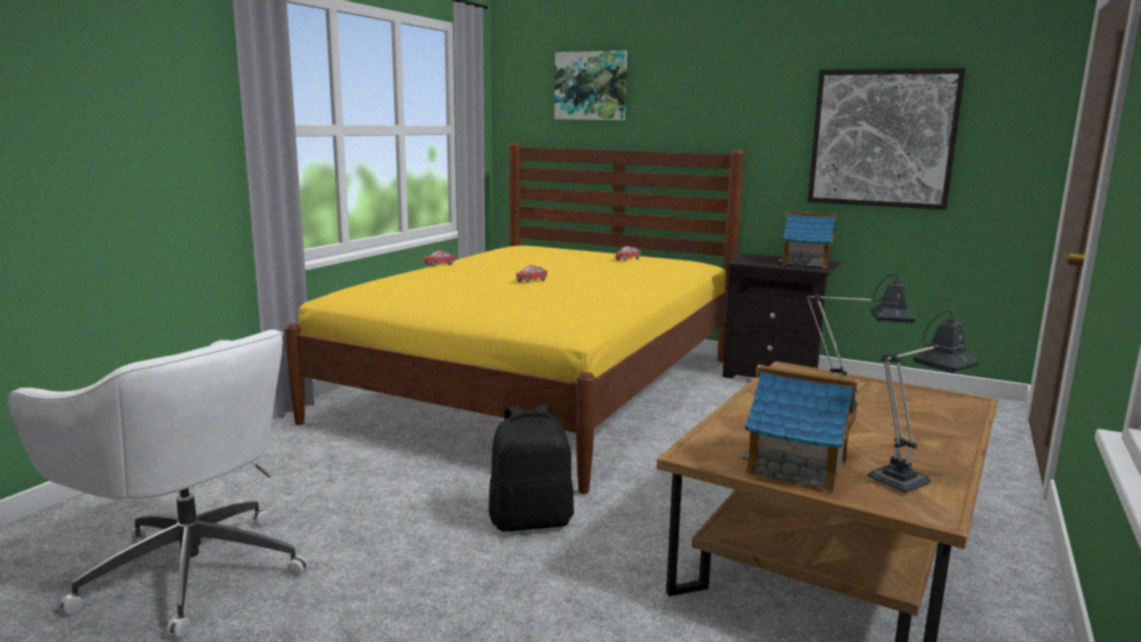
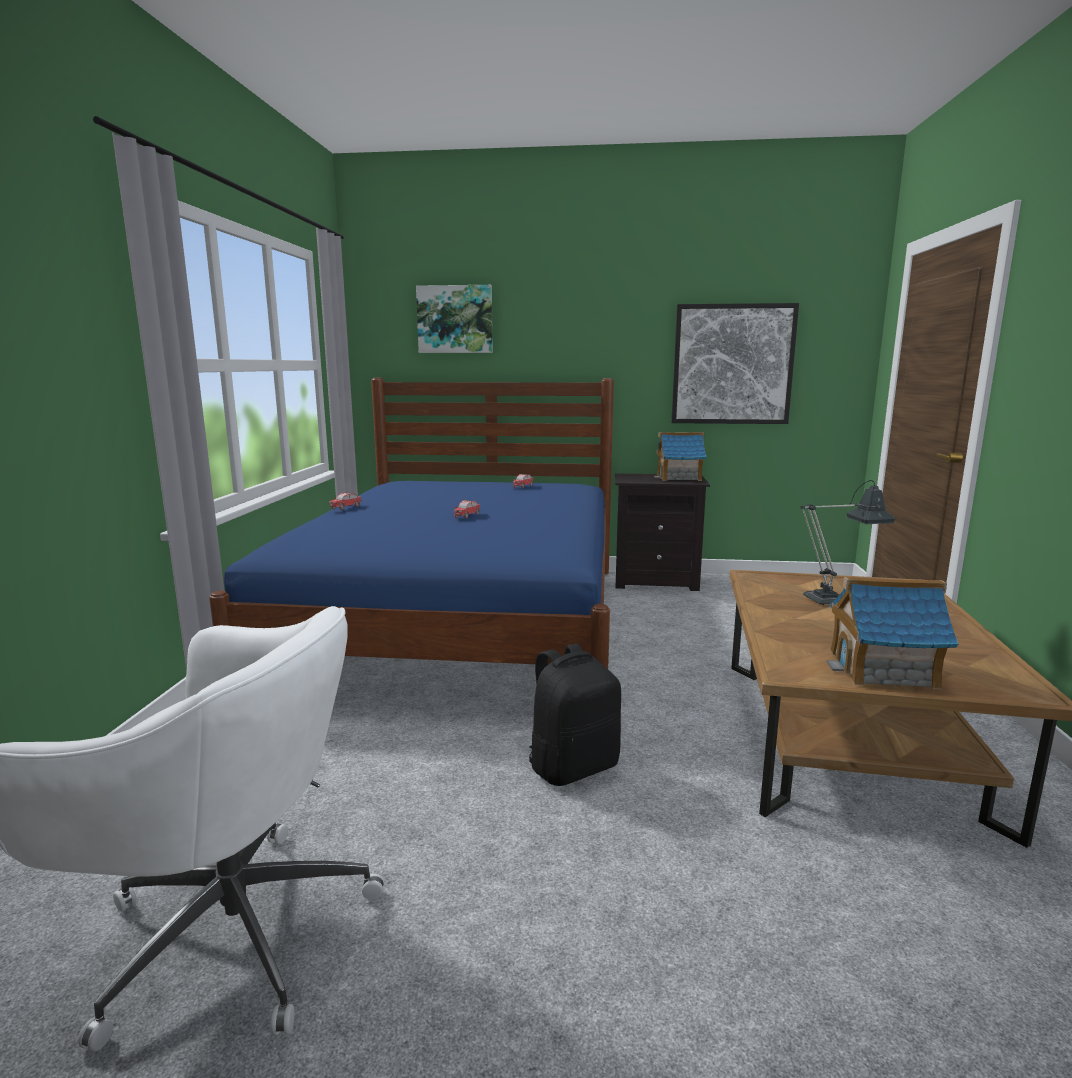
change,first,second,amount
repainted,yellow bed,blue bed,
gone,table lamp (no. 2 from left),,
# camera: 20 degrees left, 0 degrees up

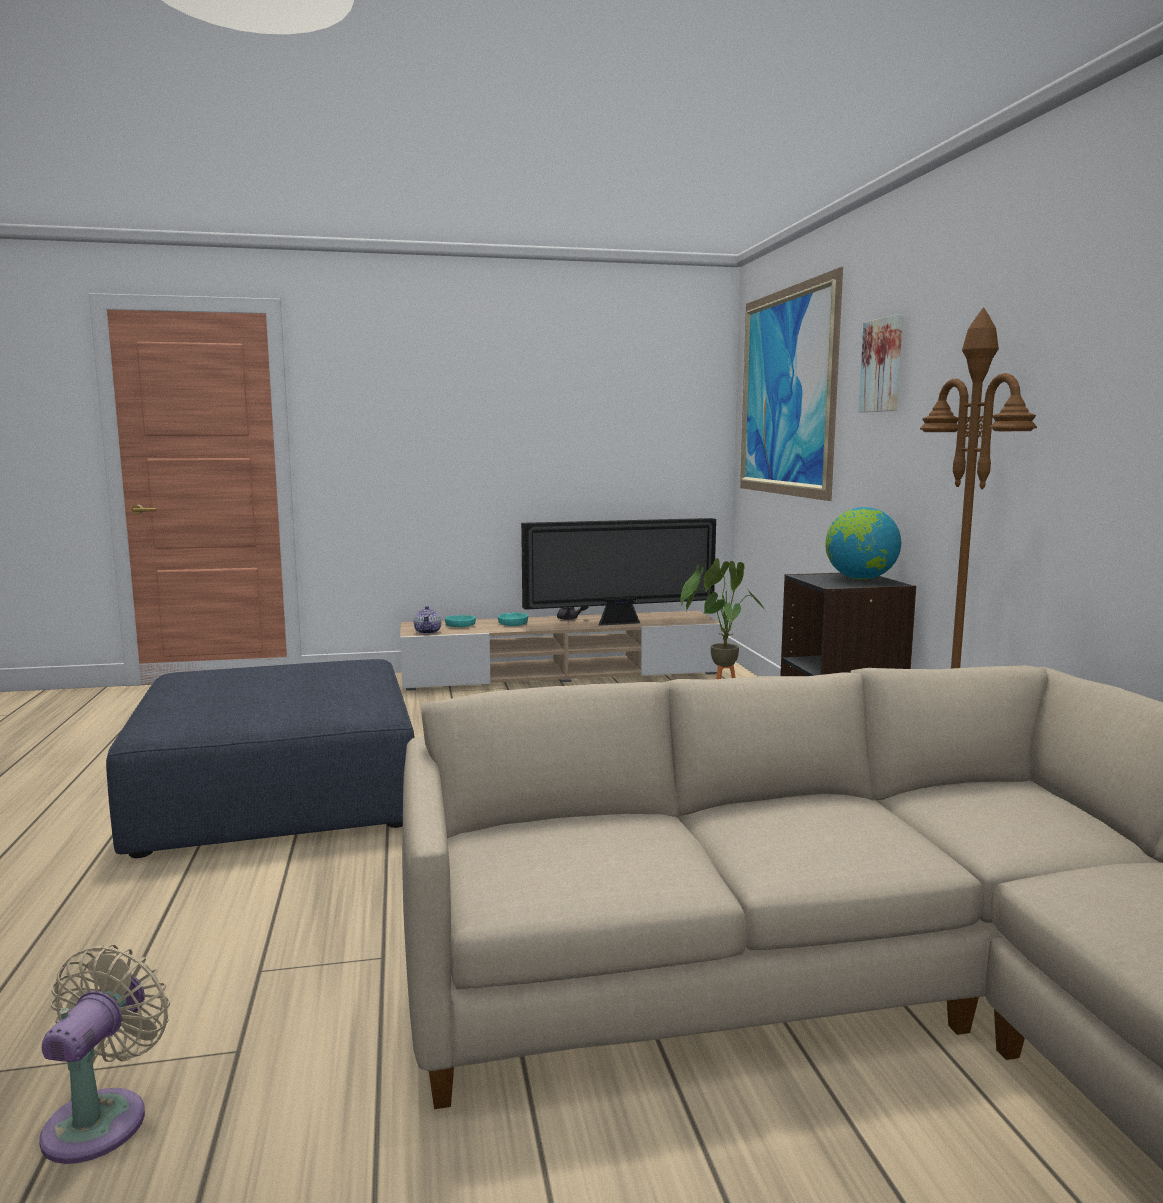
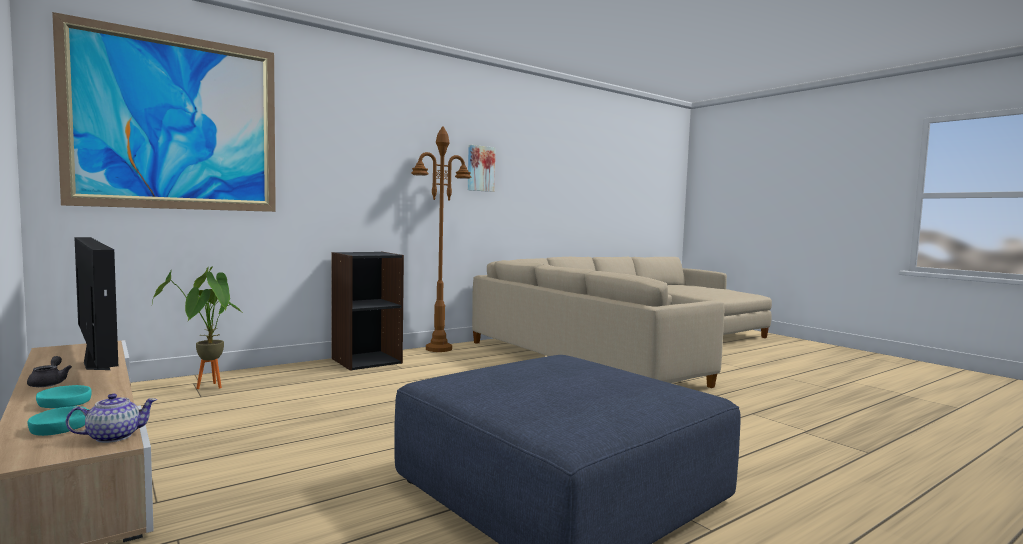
change,first,second,amount
shifted,picture (no. 2 from left),,
gone,beige fan,,
gone,globe,,
# camera: 115 degrees left, 5 degrees down

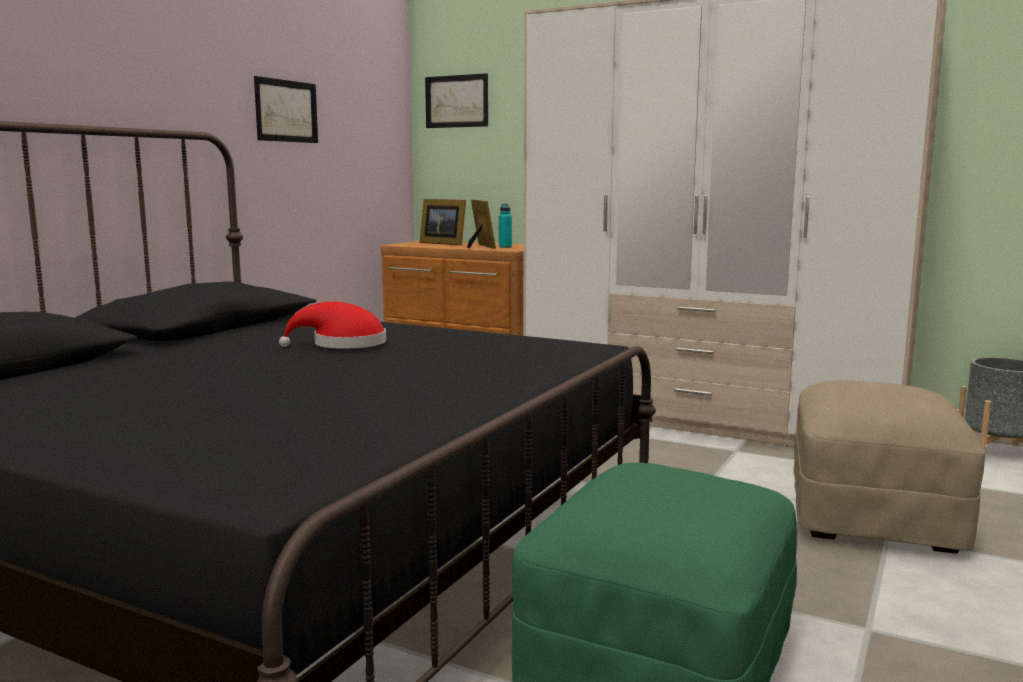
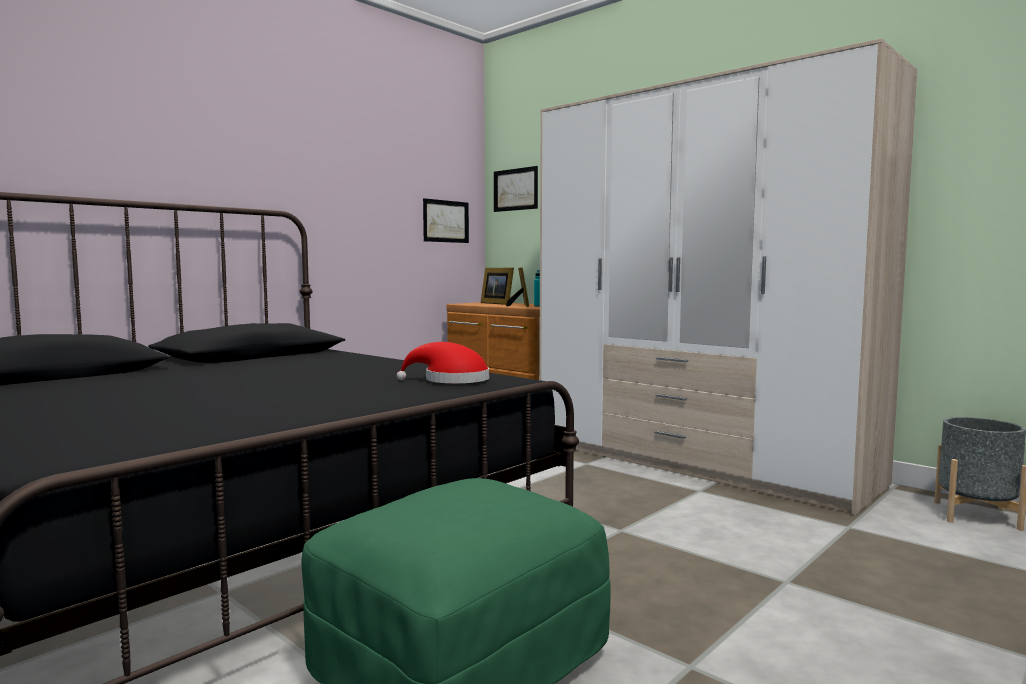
change,first,second,amount
shifted,red hat,,
shifted,picture (no. 1 from left),,
gone,beige ottoman,,
# camera: 15 degrees right, 5 degrees down

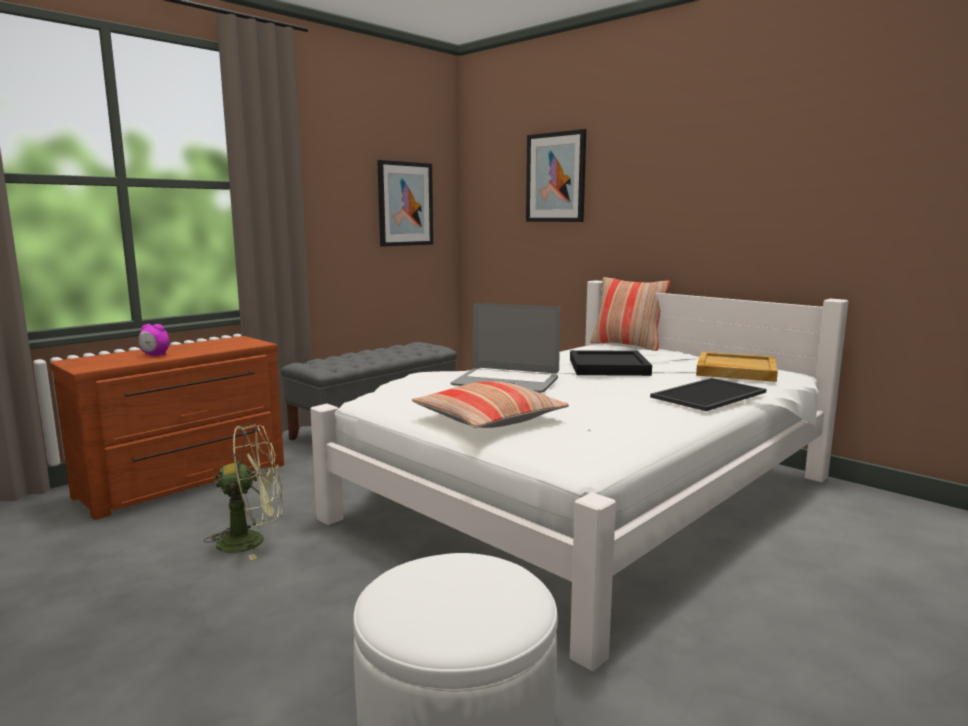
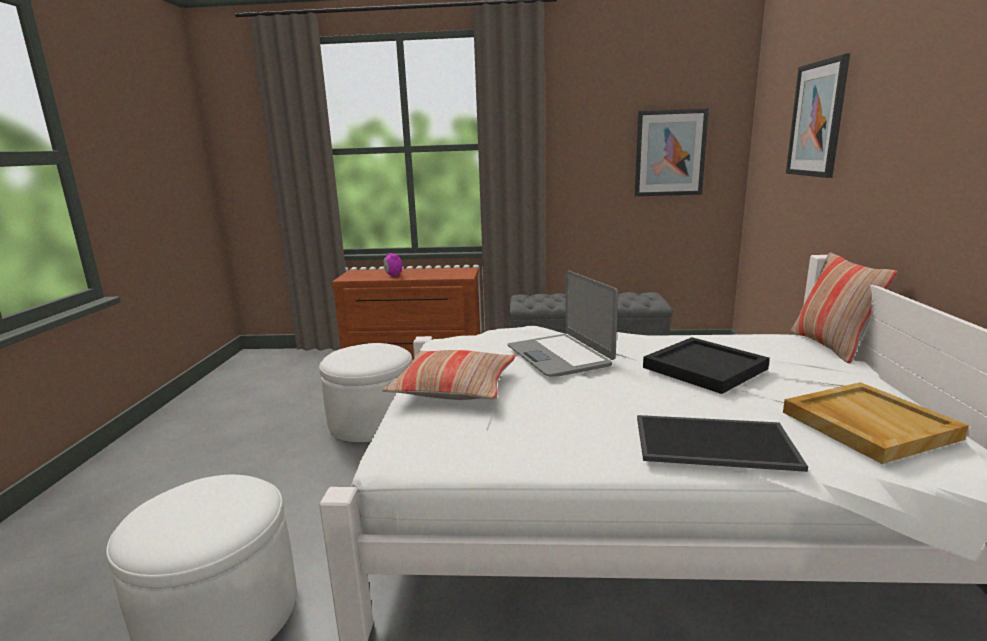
change,first,second,amount
swapped,green fan,white ottoman (no. 2 from left),
# camera: 50 degrees right, 5 degrees up

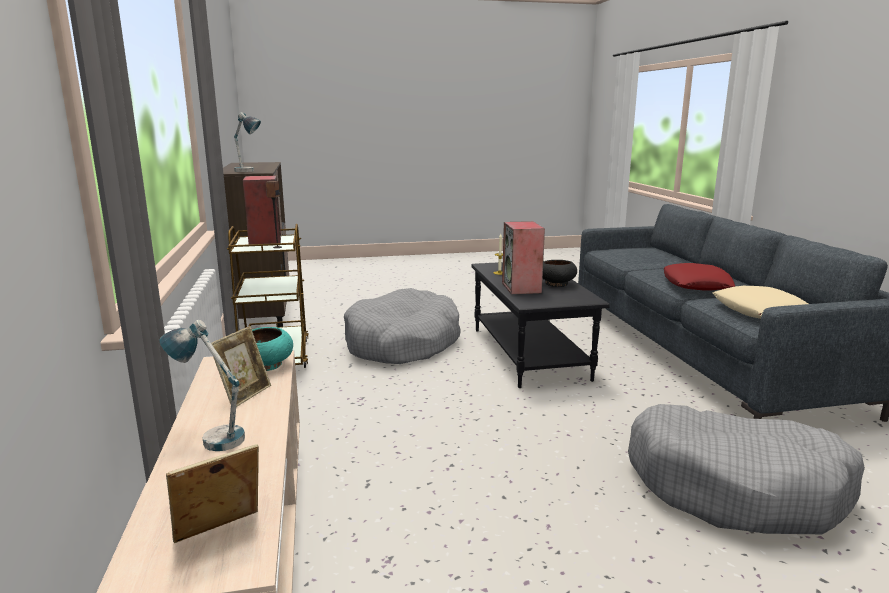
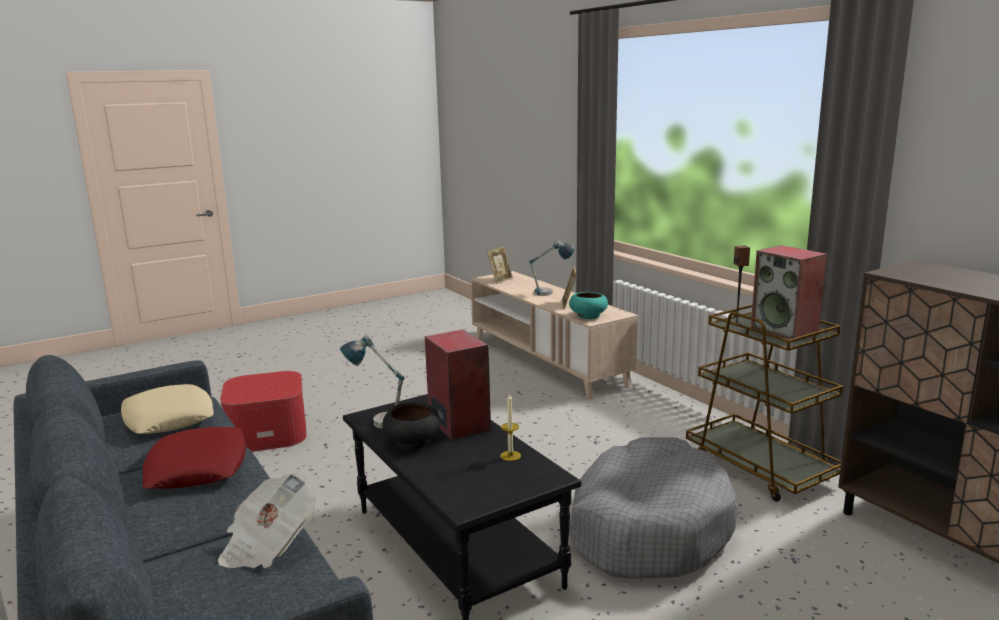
change,first,second,amount
new,,newspaper,
swapped,grey dog bed (no. 2 from left),ottoman,
shifted,table lamp (no. 2 from left in the first image),table lamp (no. 1 from left),
# camera: 160 degrees right, 0 degrees up

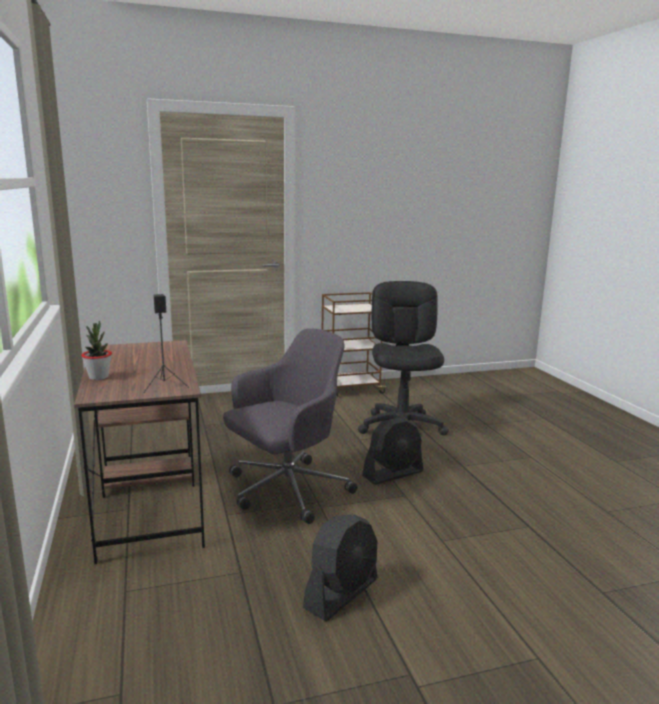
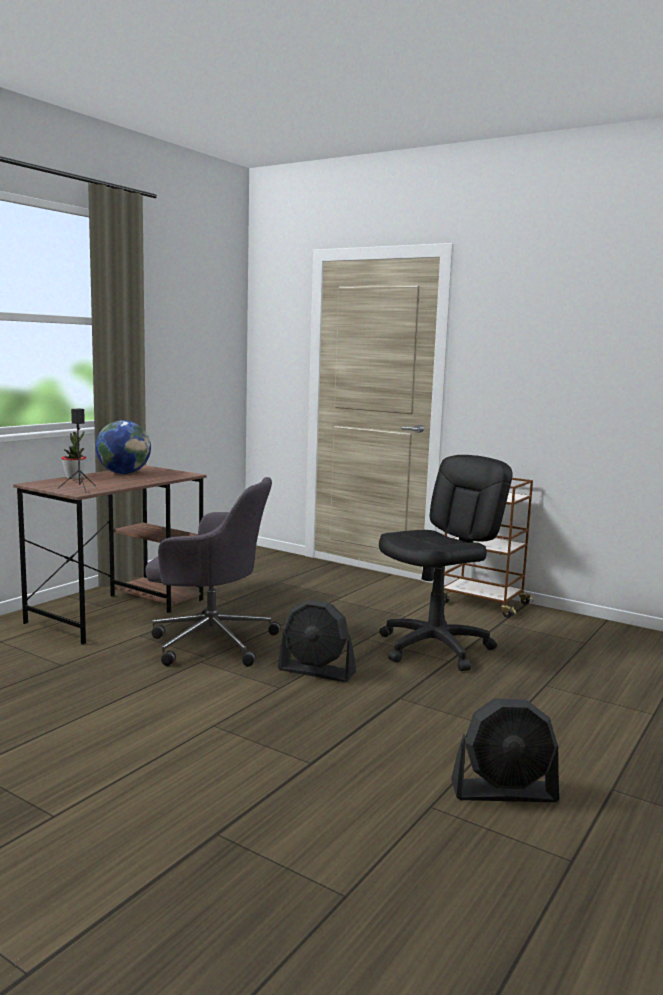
change,first,second,amount
new,,globe,
shifted,black fan (no. 1 from left in the first image),black fan (no. 2 from left),
# camera: 50 degrees right, 5 degrees down

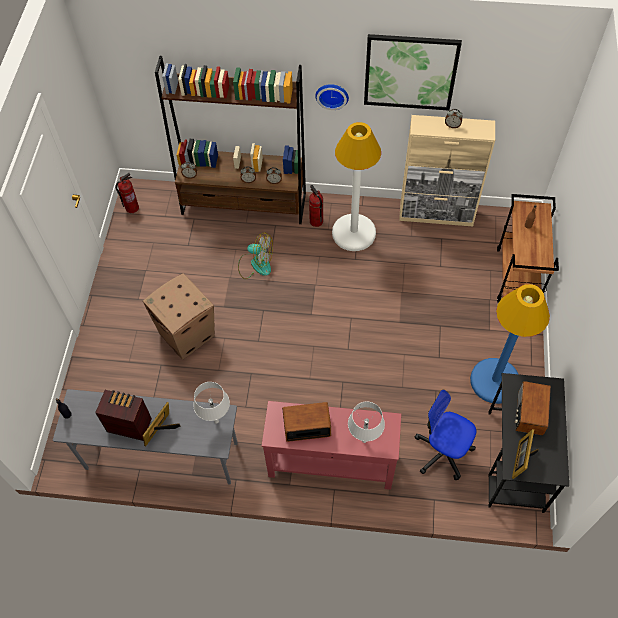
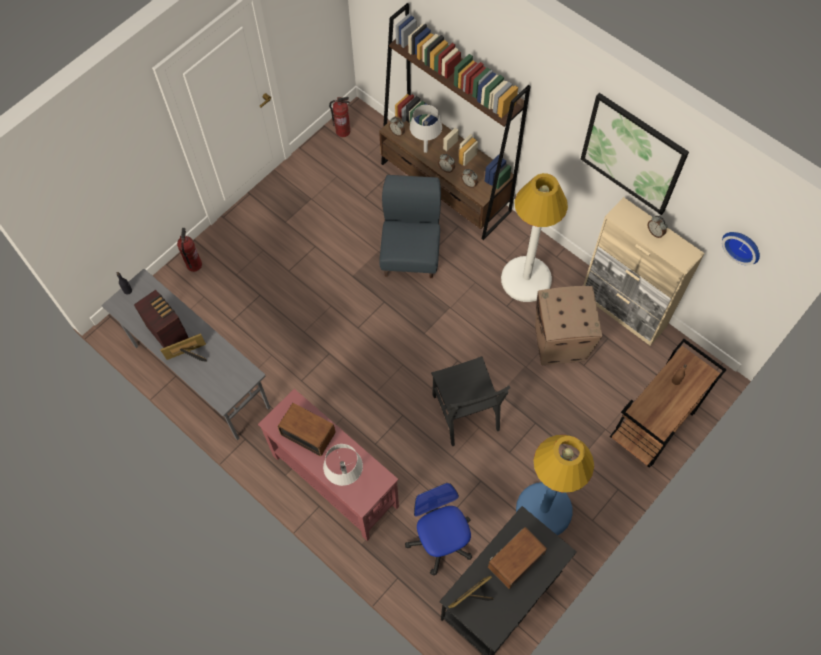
change,first,second,amount
shifted,fire extinguisher (no. 2 from left in the first image),fire extinguisher (no. 1 from left),
swapped,fan,blue chair,
shifted,grey table lamp (no. 1 from left in the first image),grey table lamp (no. 2 from left),
new,,black chair,
shifted,cardboard box,,
shifted,wall clock,,
# camera: 35 degrees right, 5 degrees up

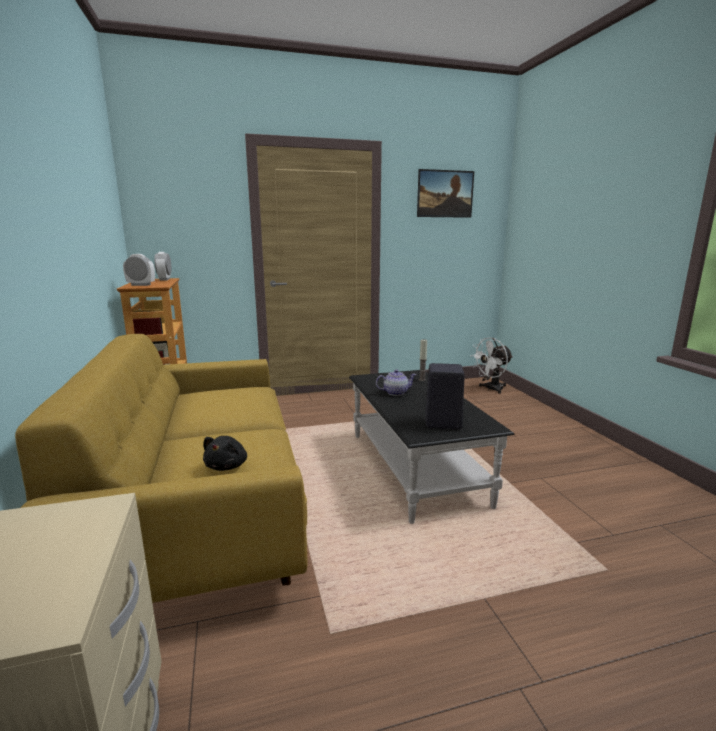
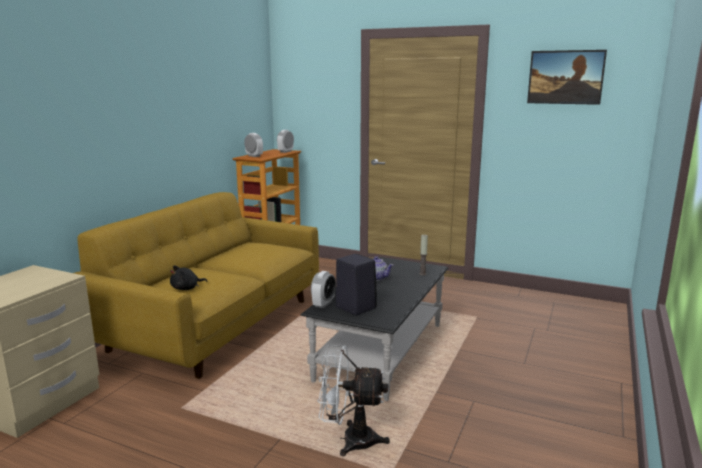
change,first,second,amount
new,,alarm clock (no. 3 from left),
shifted,white fan,,
# camera: 40 degrees right, 0 degrees up

